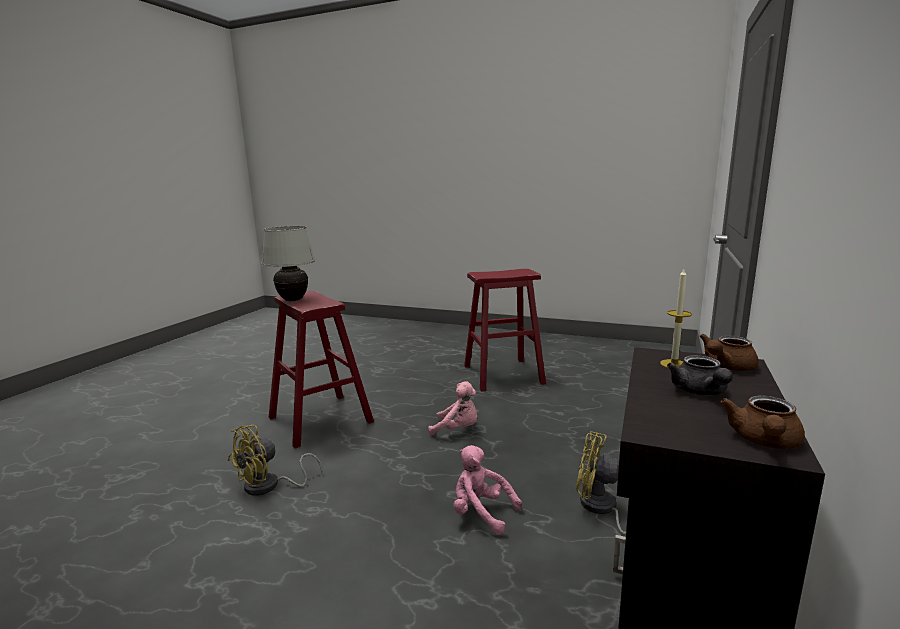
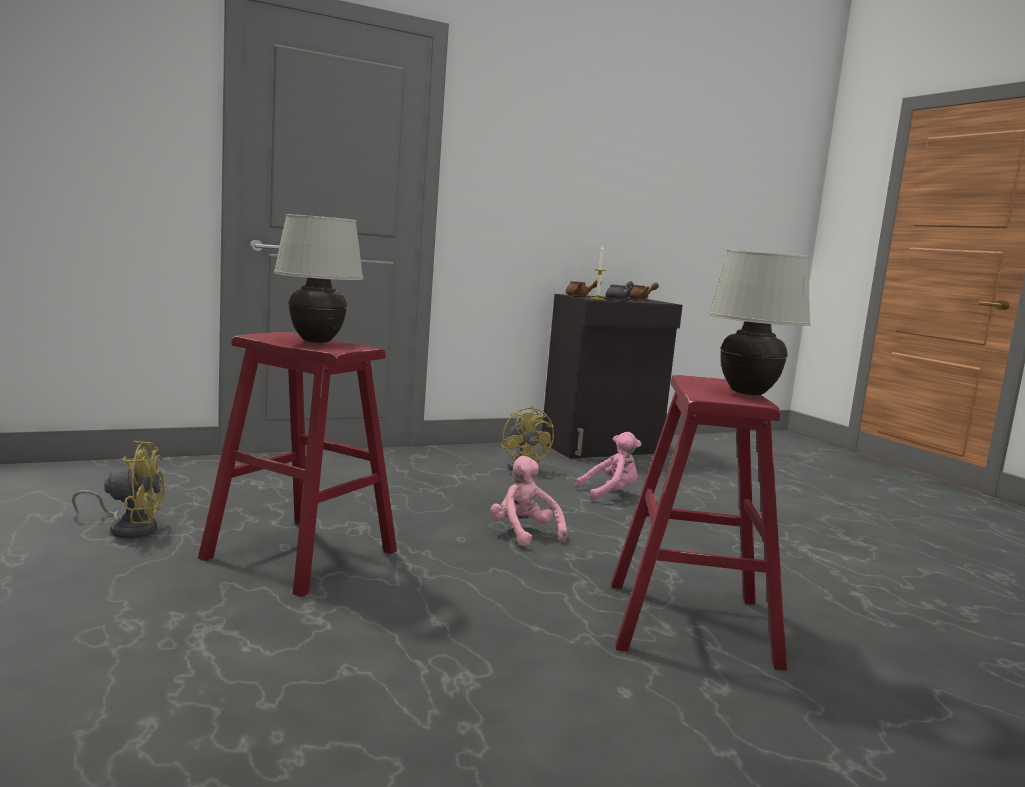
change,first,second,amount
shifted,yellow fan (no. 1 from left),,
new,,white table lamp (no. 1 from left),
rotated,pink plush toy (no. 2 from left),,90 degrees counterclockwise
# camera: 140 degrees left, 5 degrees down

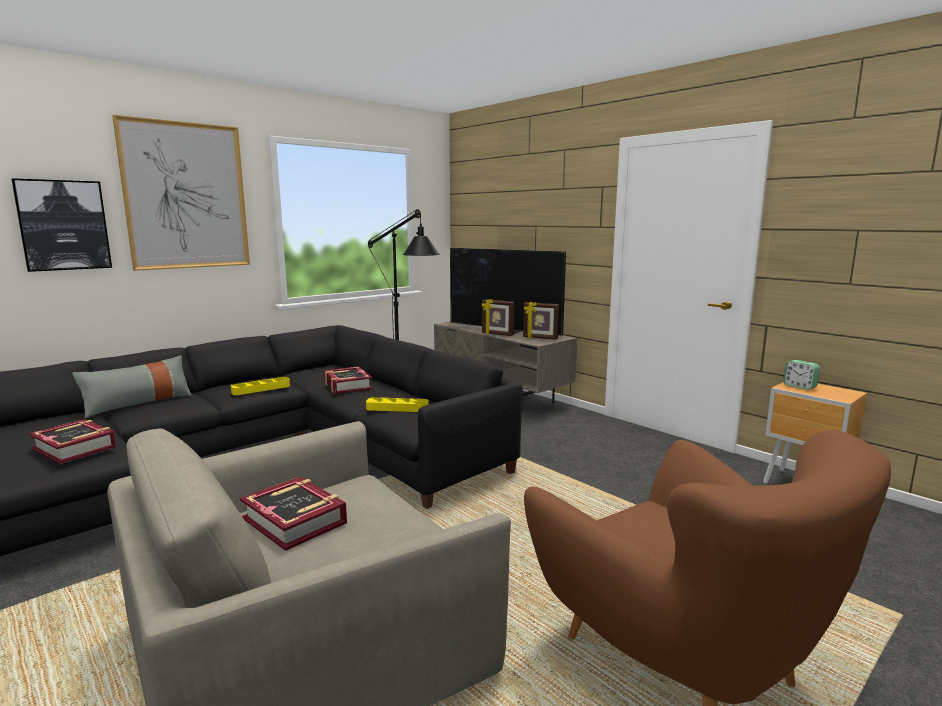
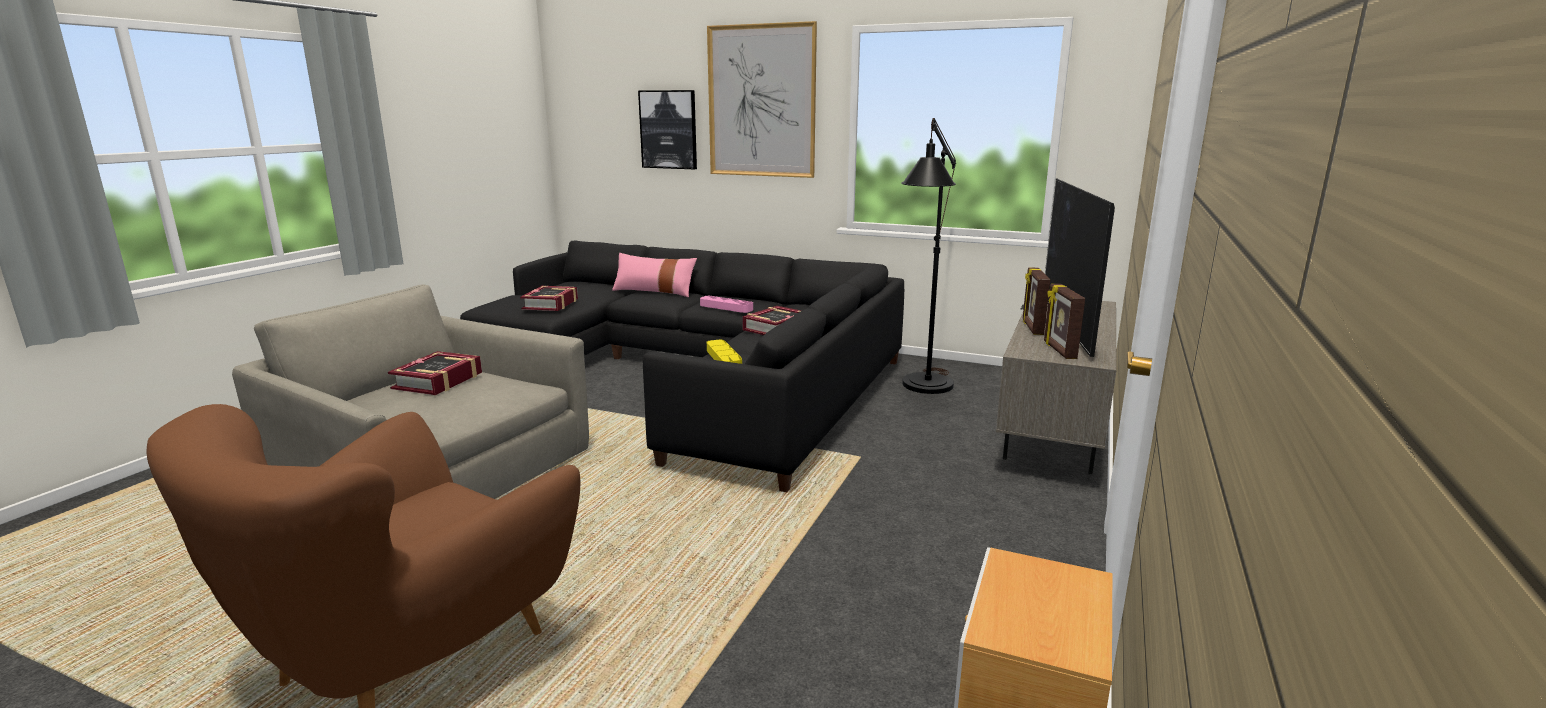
change,first,second,amount
repainted,grey pillow,pink pillow,
repainted,yellow tray (no. 1 from left),pink tray,
gone,alarm clock,,
# camera: 65 degrees right, 5 degrees up

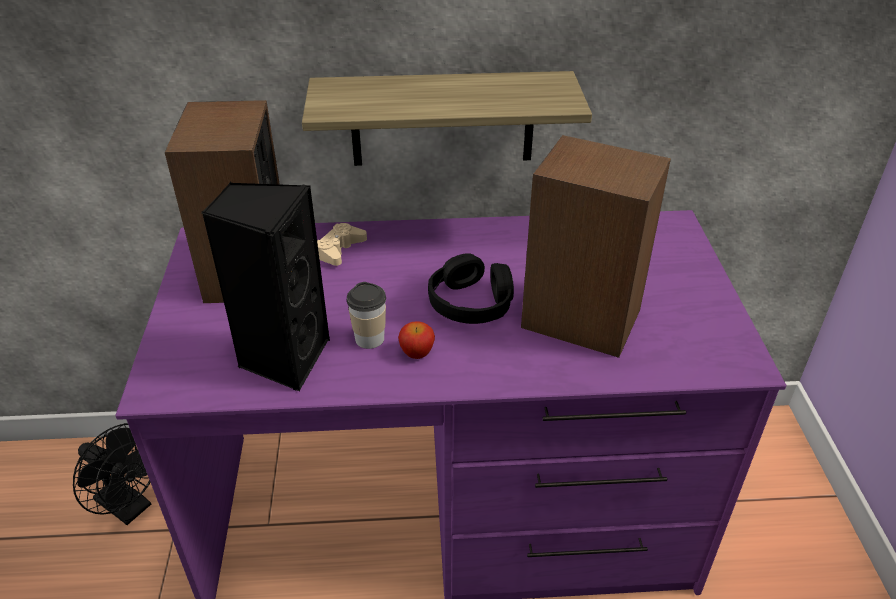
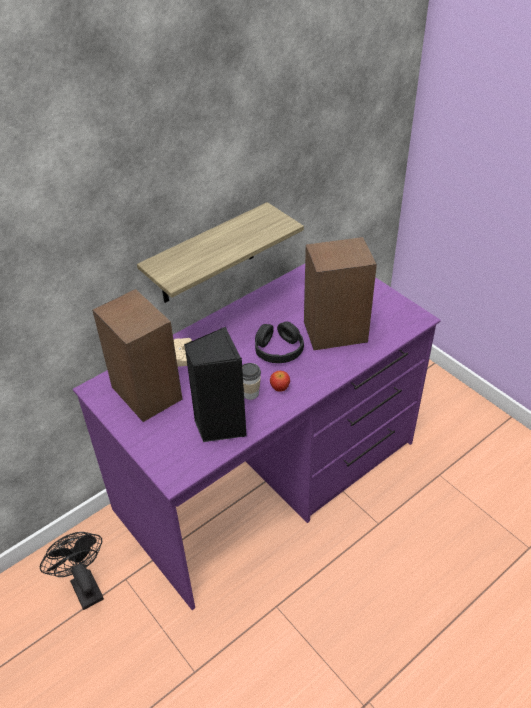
change,first,second,amount
rotated,black fan,,120 degrees counterclockwise
# camera: 35 degrees left, 5 degrees up

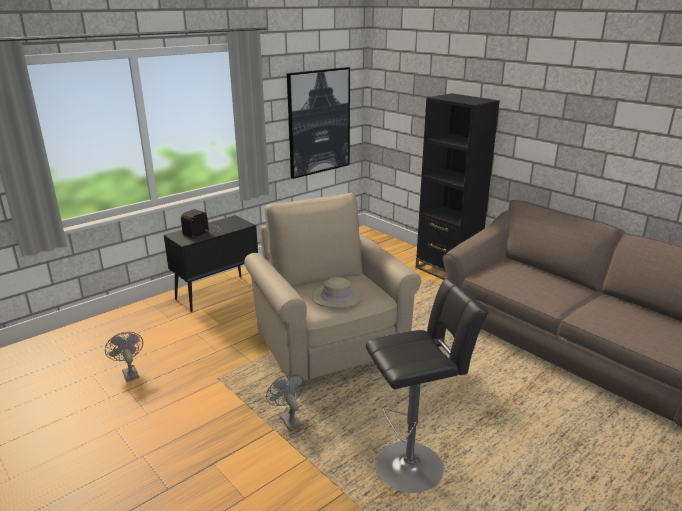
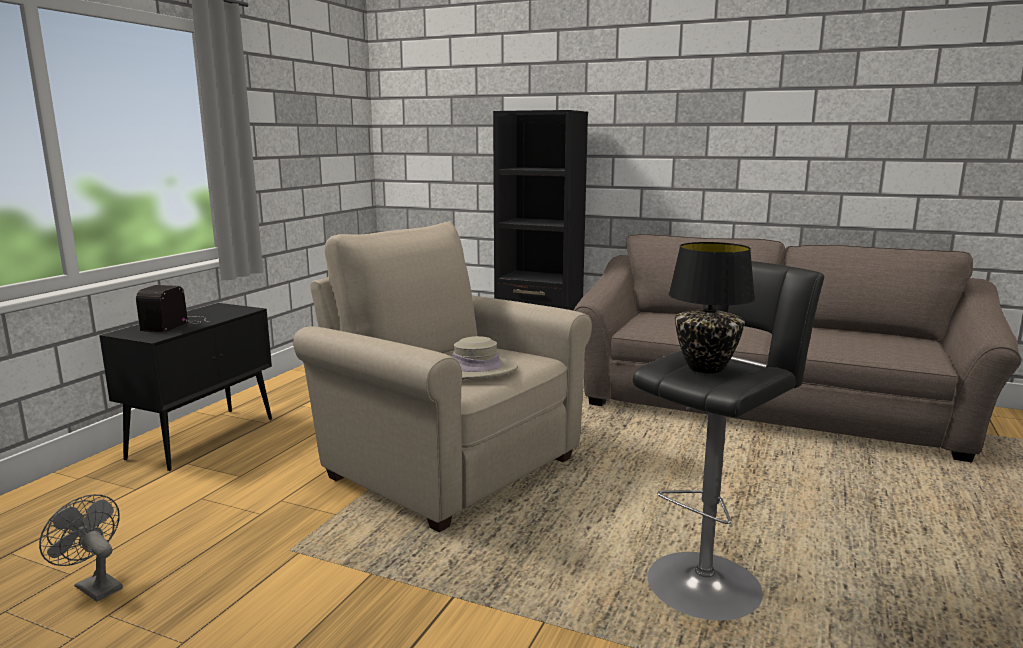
change,first,second,amount
new,,black table lamp,
gone,grey fan (no. 2 from left),,
gone,picture,,
# camera: 25 degrees left, 10 degrees down

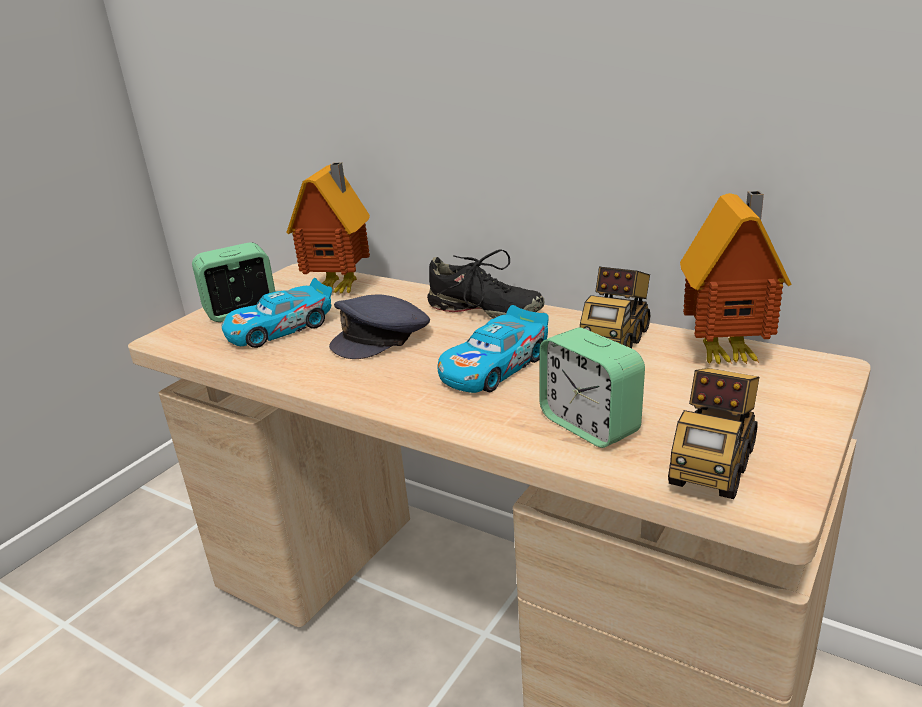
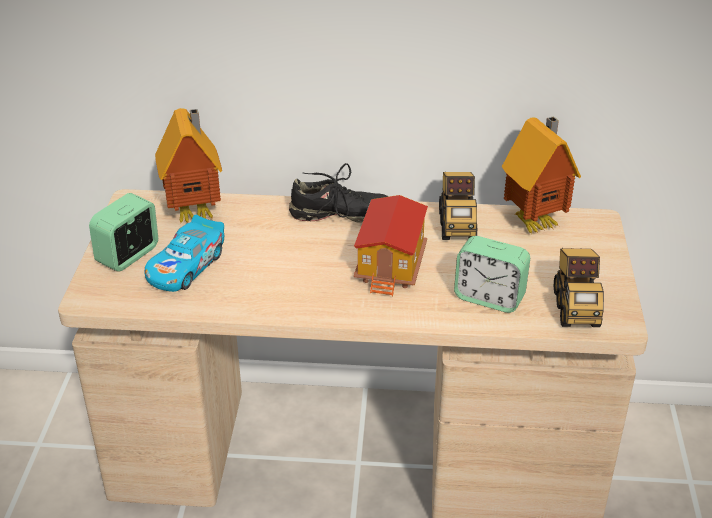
change,first,second,amount
swapped,toy car (no. 2 from left),toy house (no. 2 from left),
gone,grey cap,,
# camera: 30 degrees left, 10 degrees up

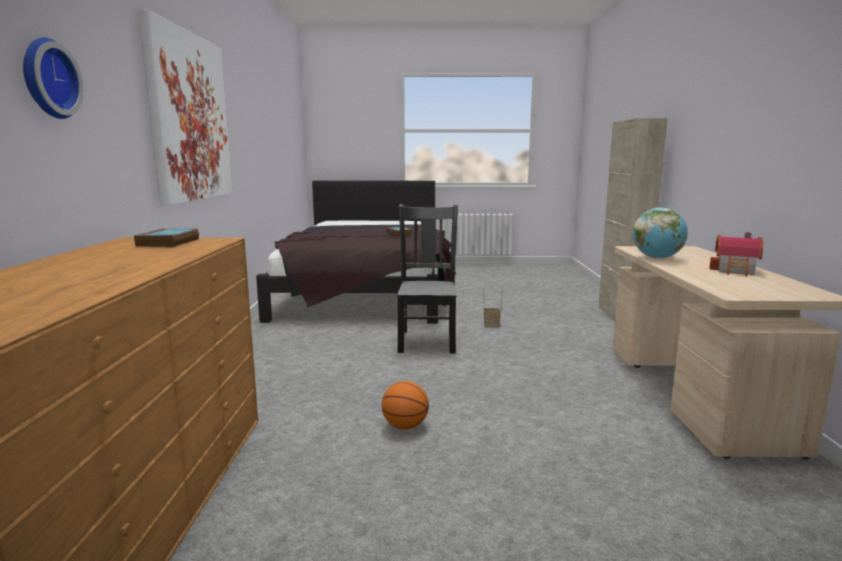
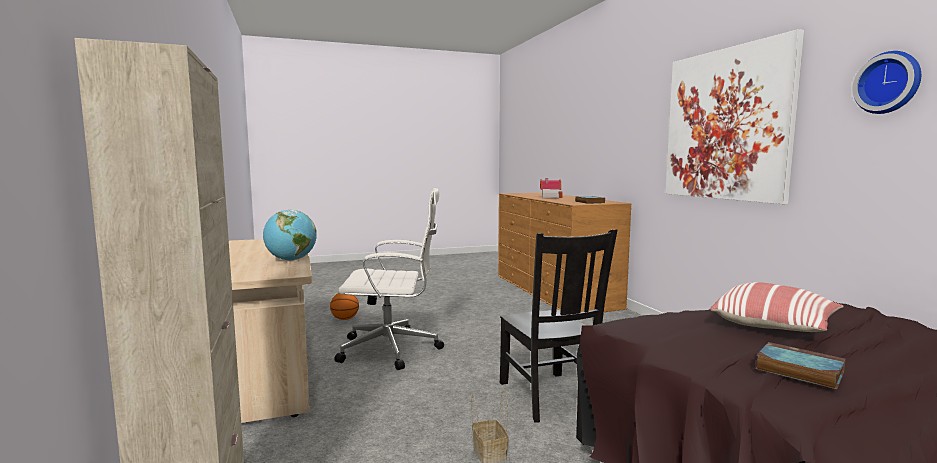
change,first,second,amount
shifted,basketball,,
new,,white office chair,
shifted,toy house,,
new,,pillow,
shifted,wall clock,,
# camera: 160 degrees right, 5 degrees down

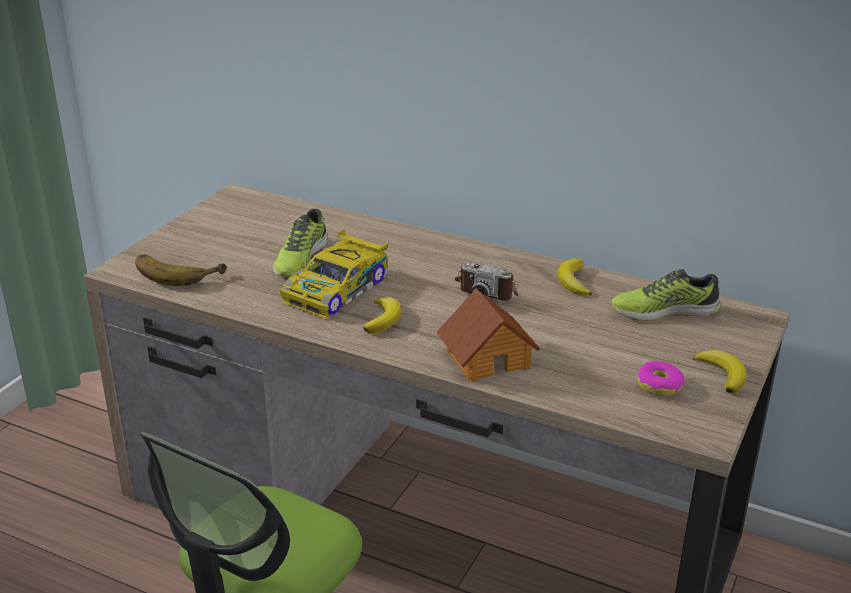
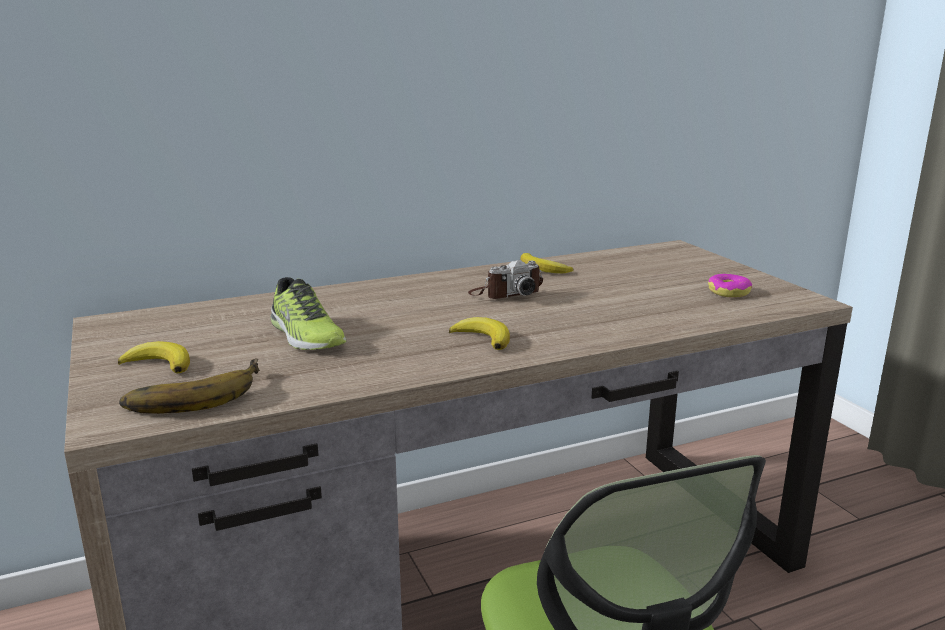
change,first,second,amount
shifted,banana (no. 4 from left in the first image),banana (no. 1 from left),
gone,toy car,,
gone,toy house,,
gone,shoe (no. 2 from left),,
# camera: 50 degrees left, 10 degrees down

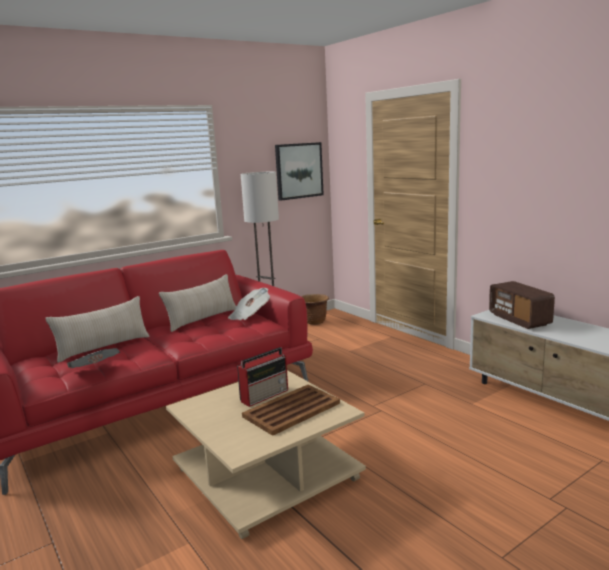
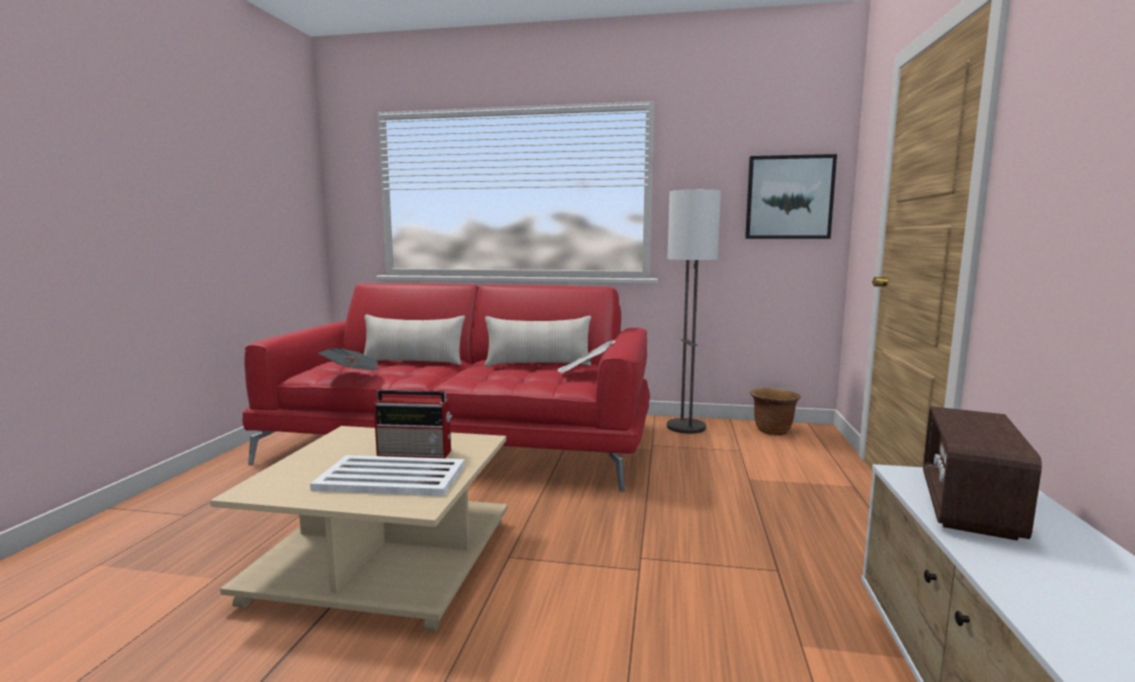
change,first,second,amount
repainted,brown tray,white tray,
# camera: 45 degrees right, 5 degrees down

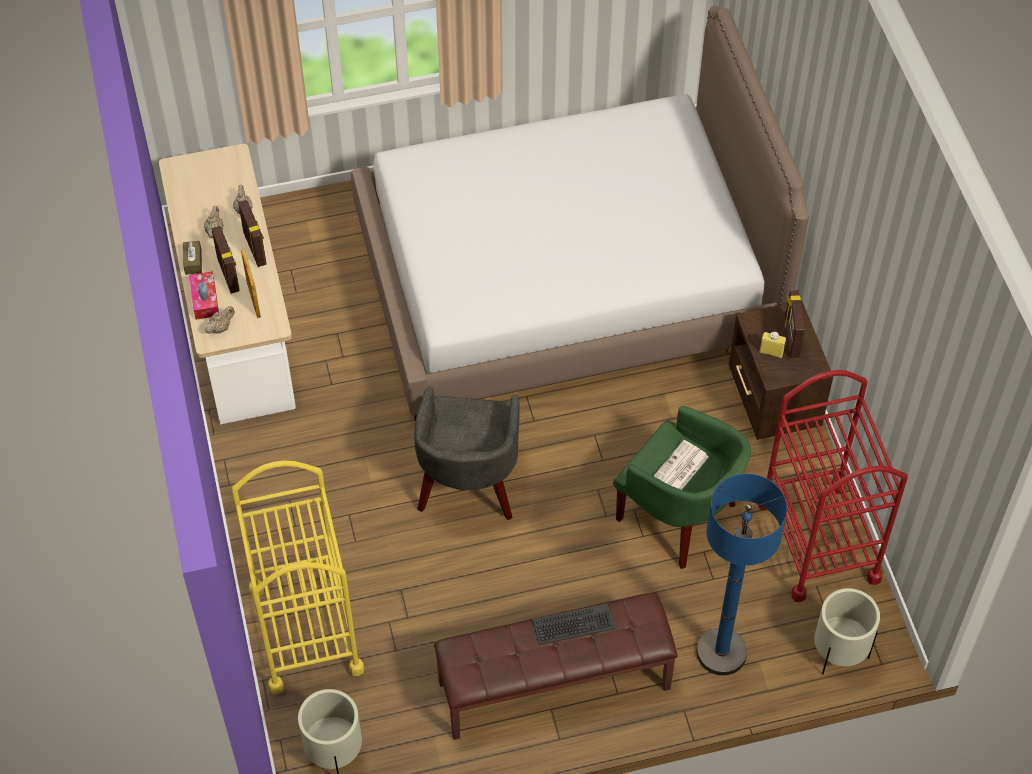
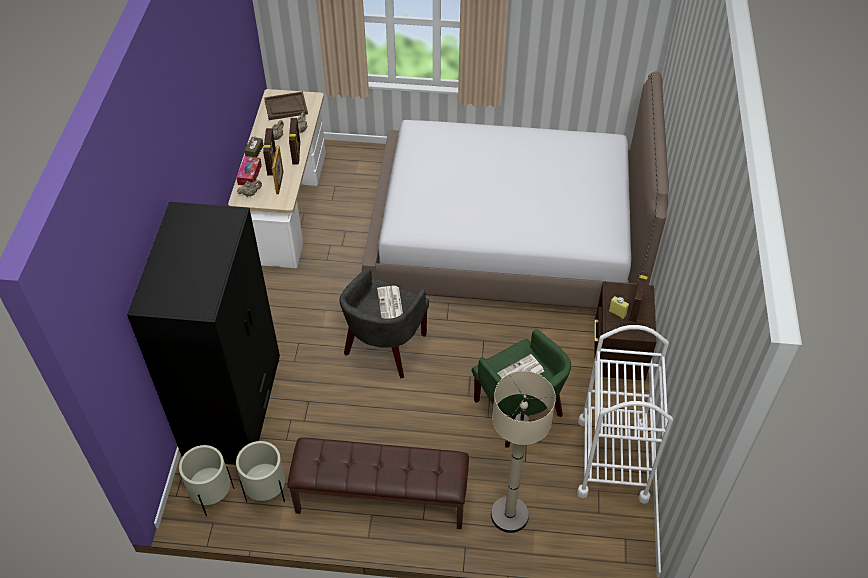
change,first,second,amount
swapped,yellow cart,black wardrobe,
shifted,beige planter (no. 2 from left),,
new,,brown tray,
new,,newspaper (no. 1 from left),
repainted,blue floor lamp,beige floor lamp,
repainted,red cart,white cart,
gone,keyboard,,
# camera: 20 degrees right, 5 degrees down

